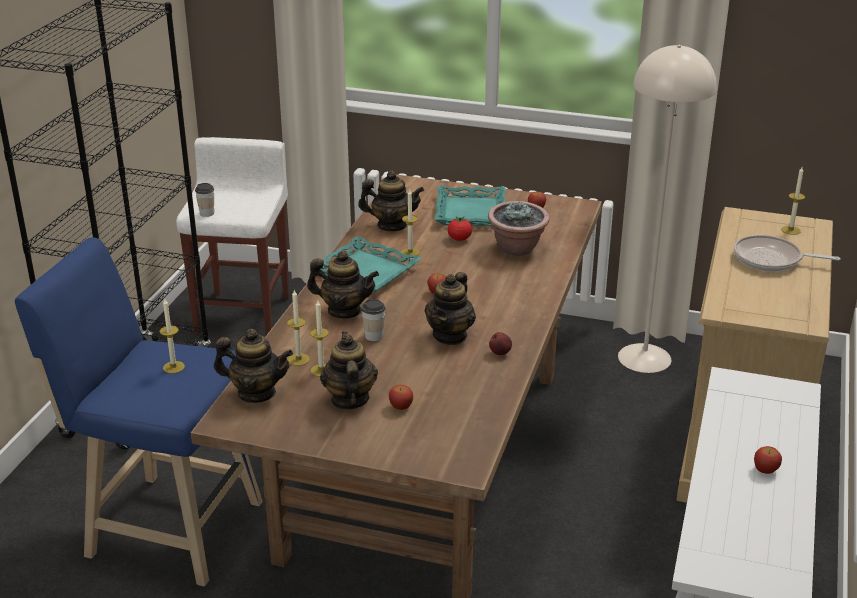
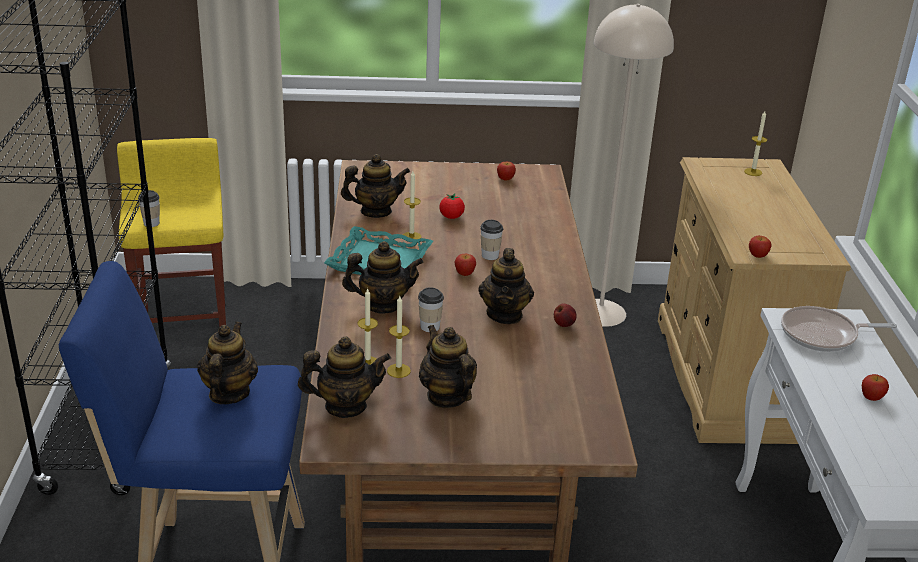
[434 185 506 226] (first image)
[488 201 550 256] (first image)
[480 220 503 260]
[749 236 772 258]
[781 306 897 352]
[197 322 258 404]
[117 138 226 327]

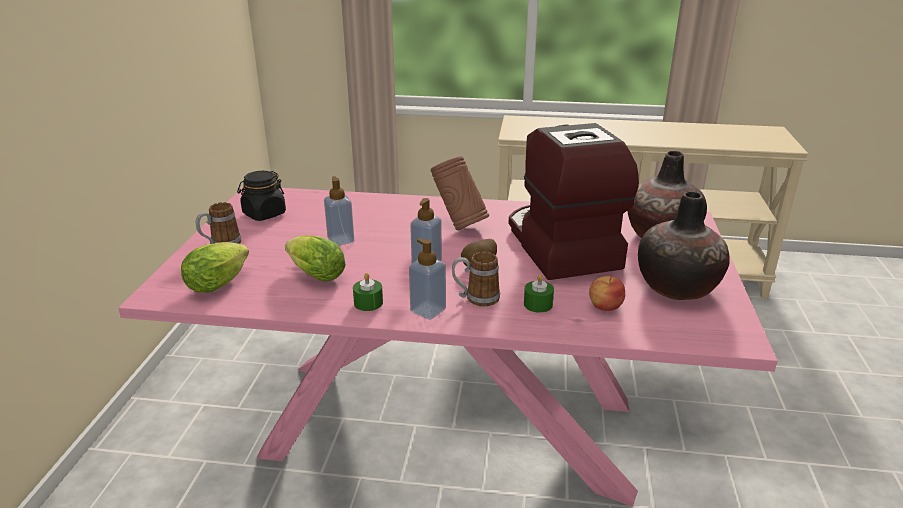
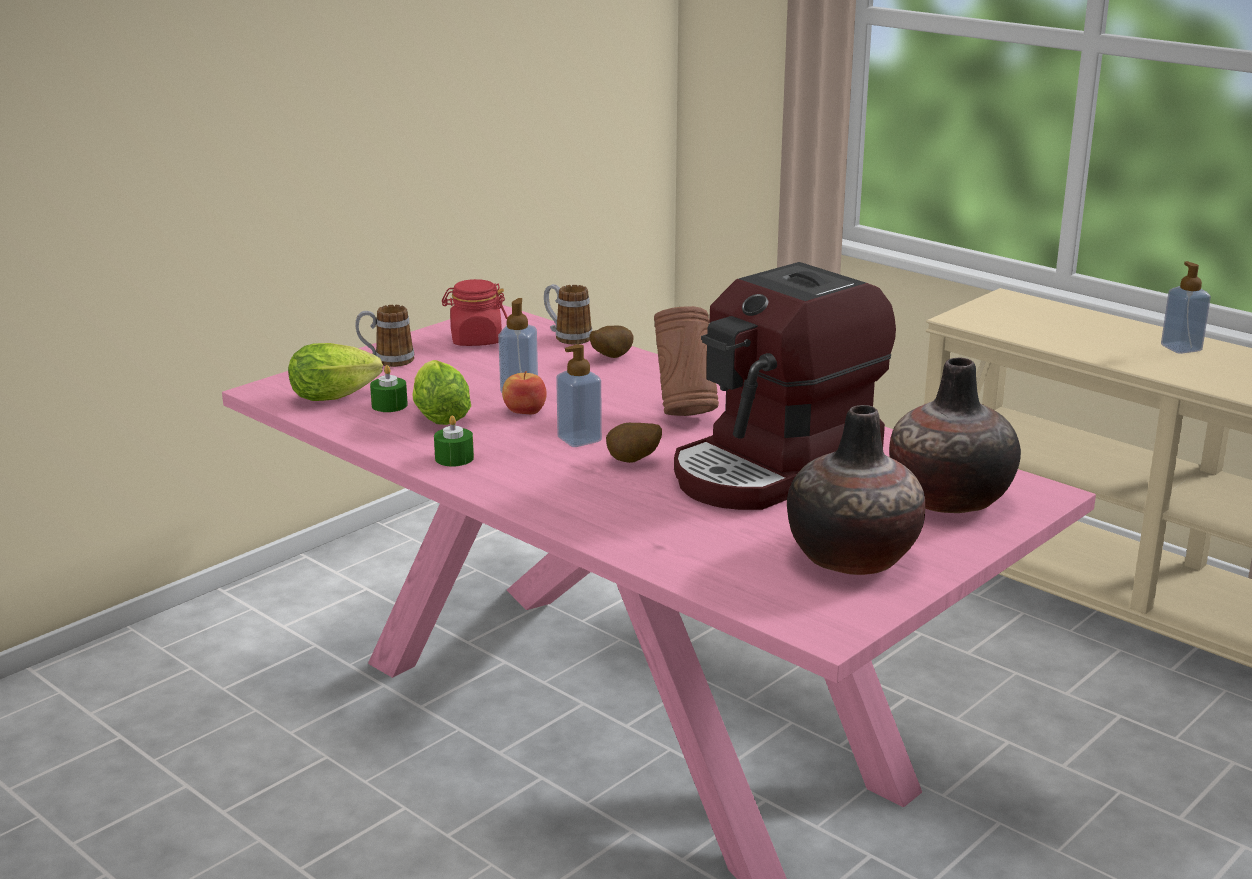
[589 326 634 358]
[1161 261 1211 354]
[544 284 592 344]
[370 365 408 412]
[502 371 547 414]
[442 279 507 346]
[674 262 896 510]

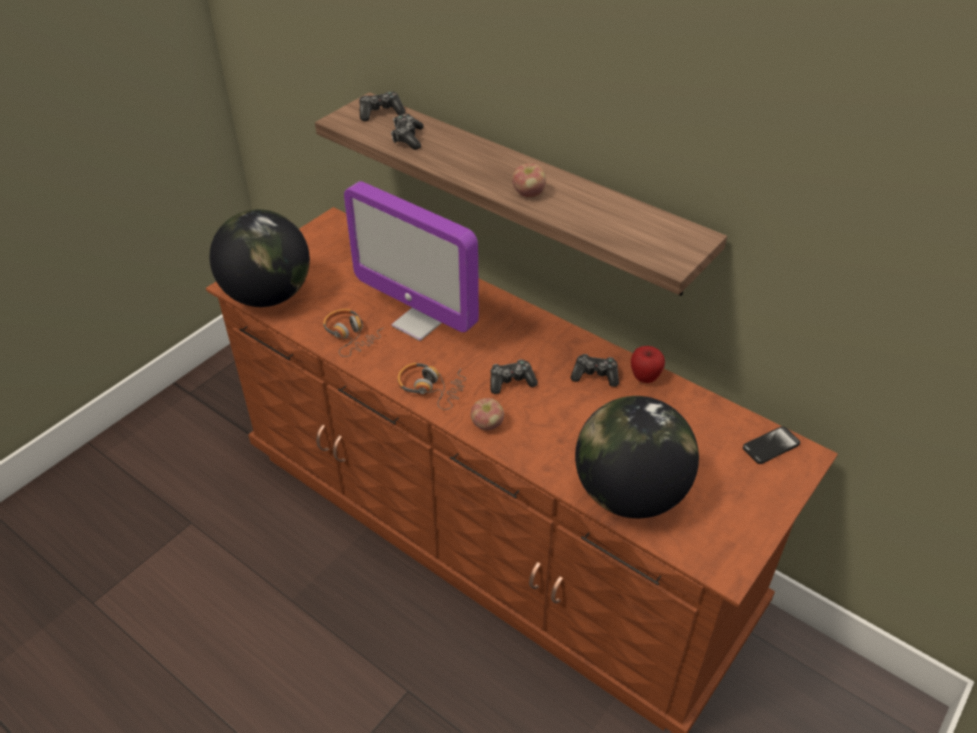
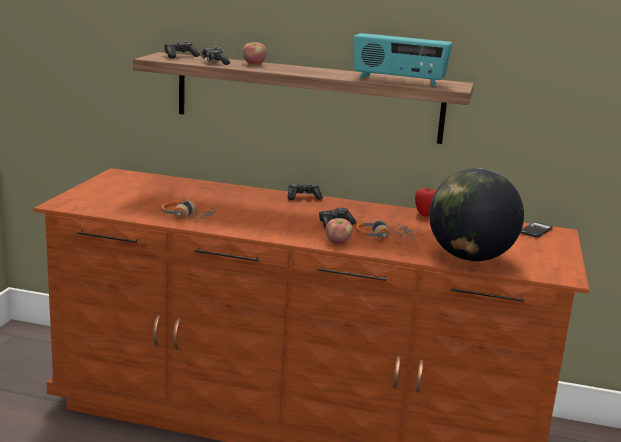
[210 209 310 307] (first image)
[344 181 479 341] (first image)
[353 33 452 86]
[356 220 415 240]
[242 42 267 65]
[288 183 323 200]

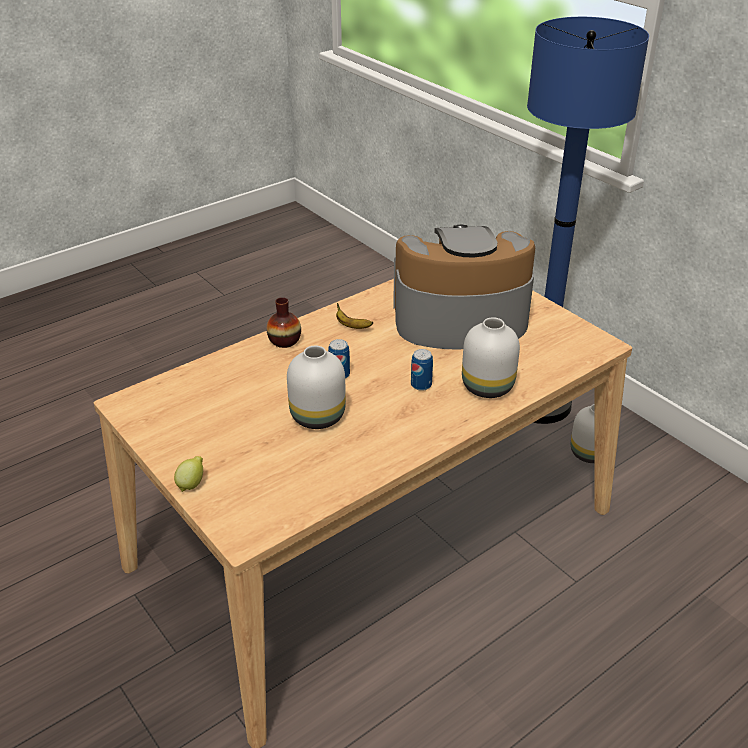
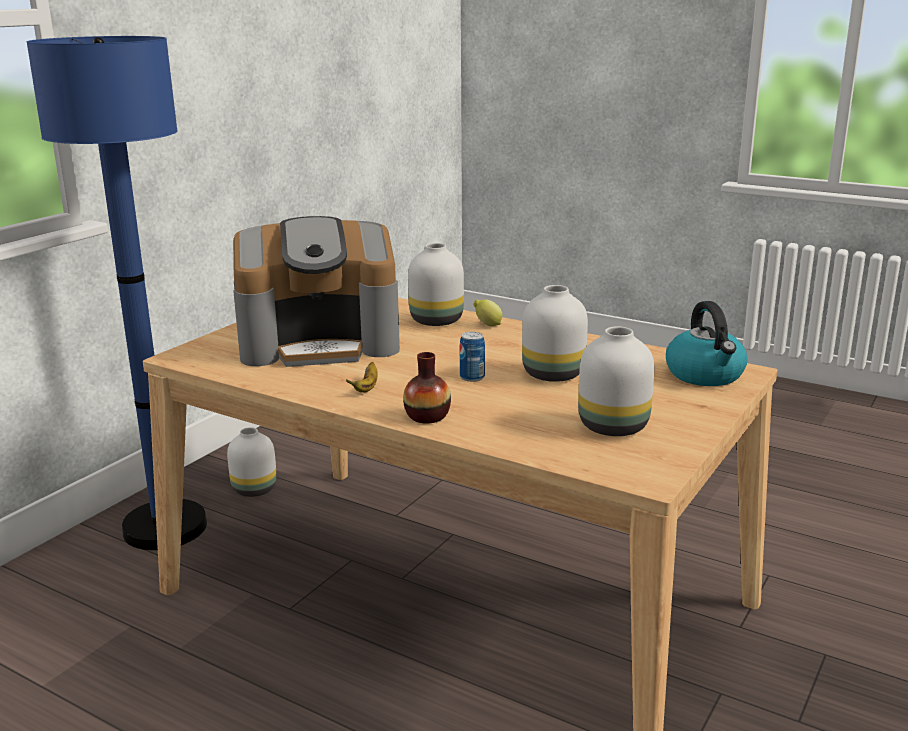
[411 349 433 391] (first image)
[578 326 654 436]
[666 301 748 386]
[473 299 502 326]
[233 216 400 367]

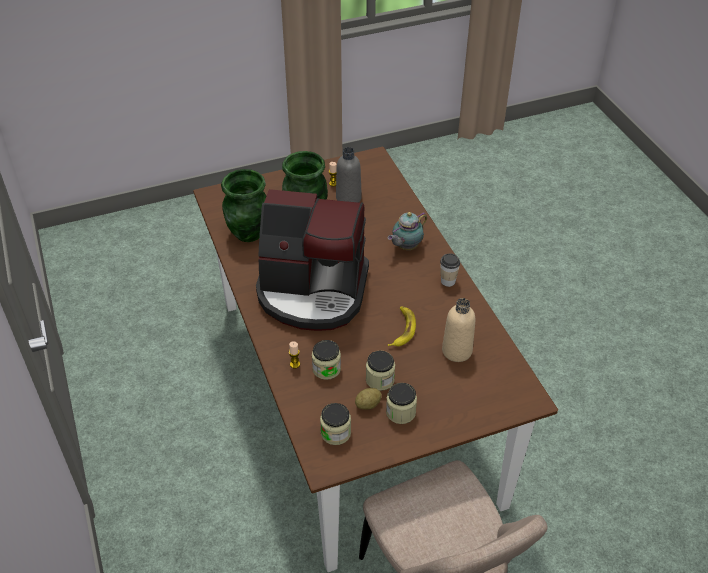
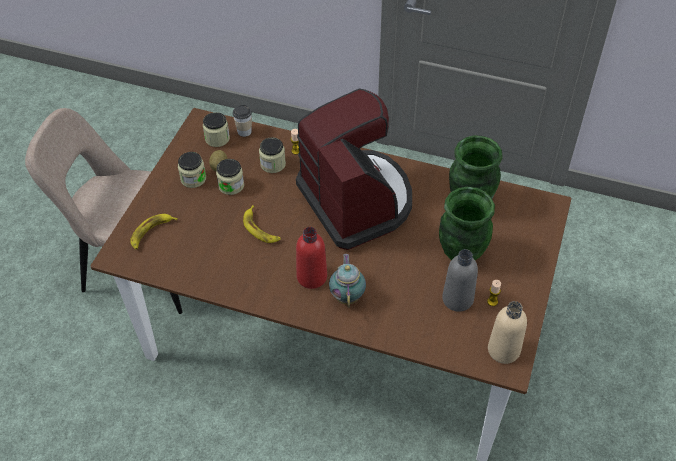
[130 214 178 250]
[296 227 327 289]
[233 105 252 137]
[488 301 527 364]
[296 88 412 250]

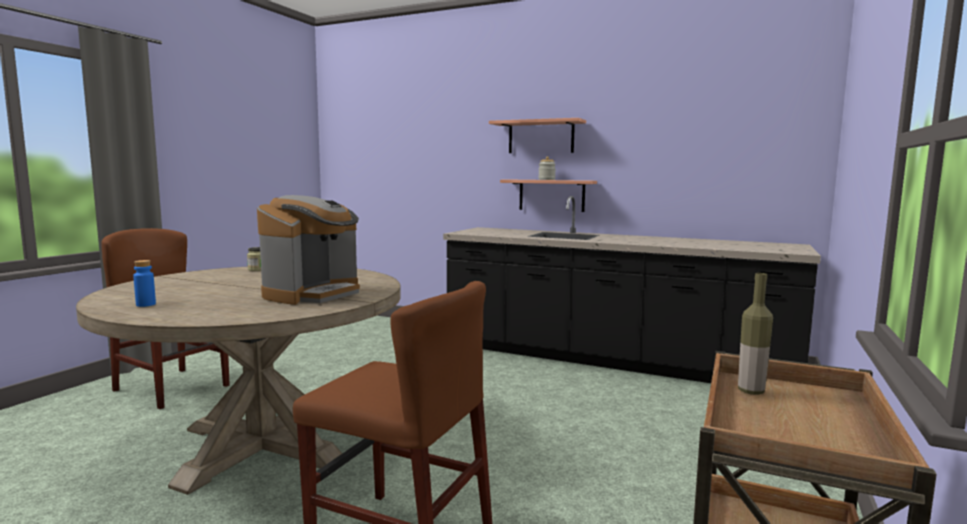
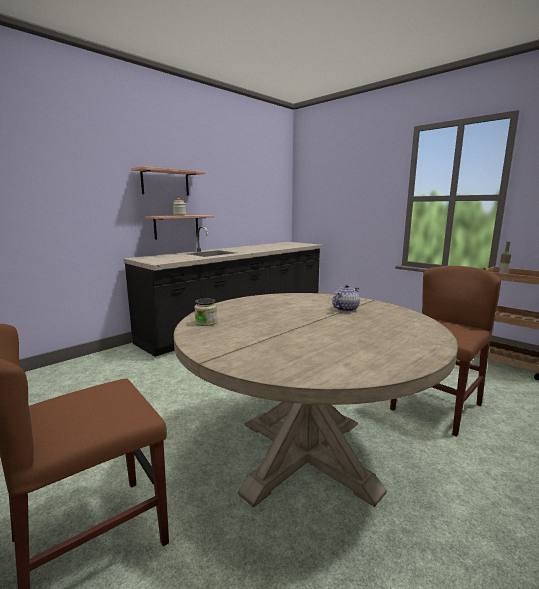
[133 260 156 307] (first image)
[332 284 360 312]

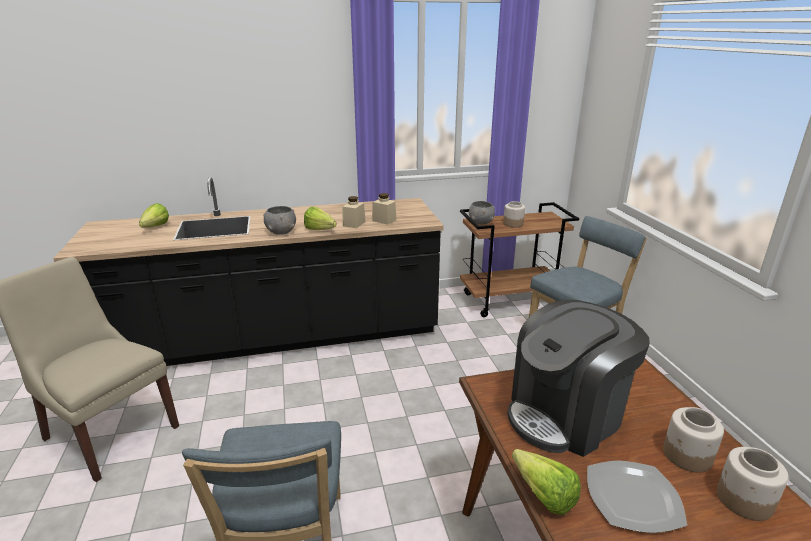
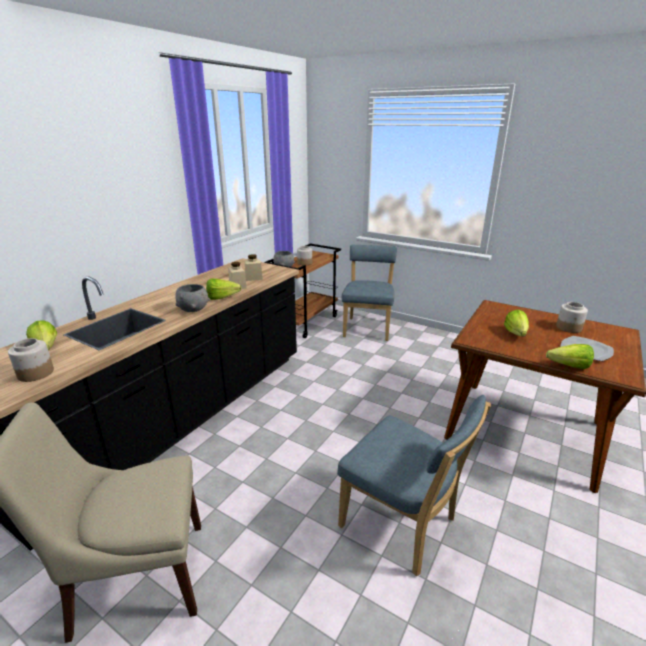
[8 338 54 382]
[504 309 529 337]

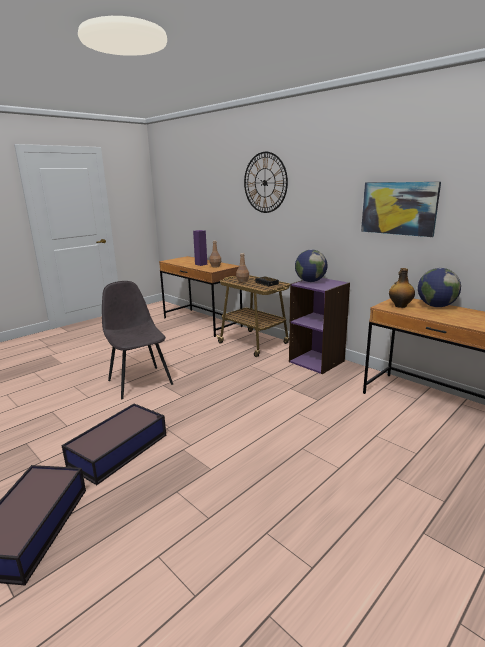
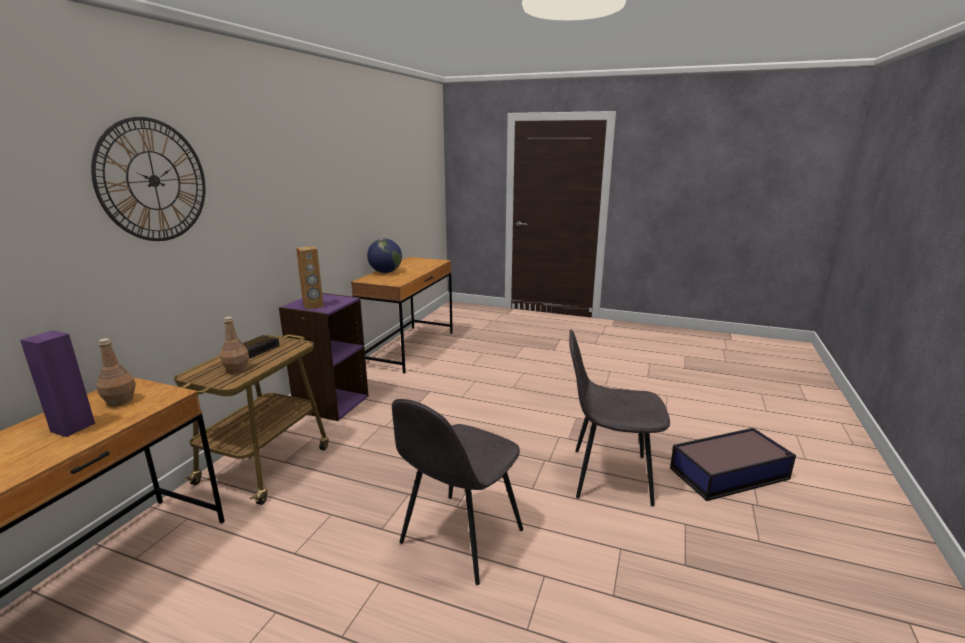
[361 182 441 237] (first image)
[389 268 415 308] (first image)
[569 329 670 506]
[296 246 324 310]

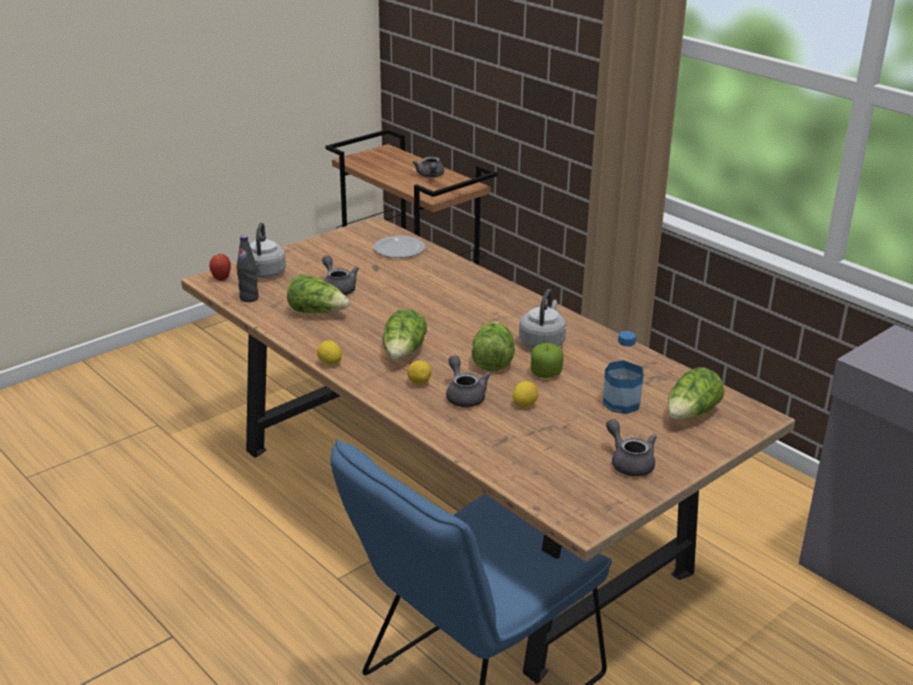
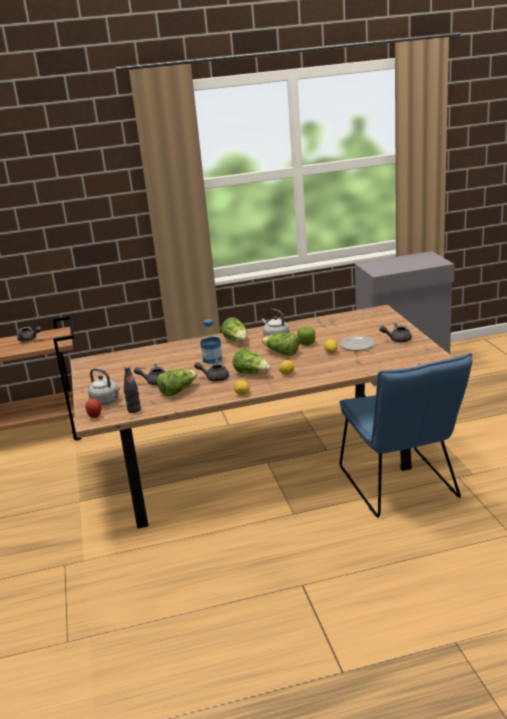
[340 336 375 351]
[194 359 229 381]
[200 319 222 364]
[221 317 247 341]

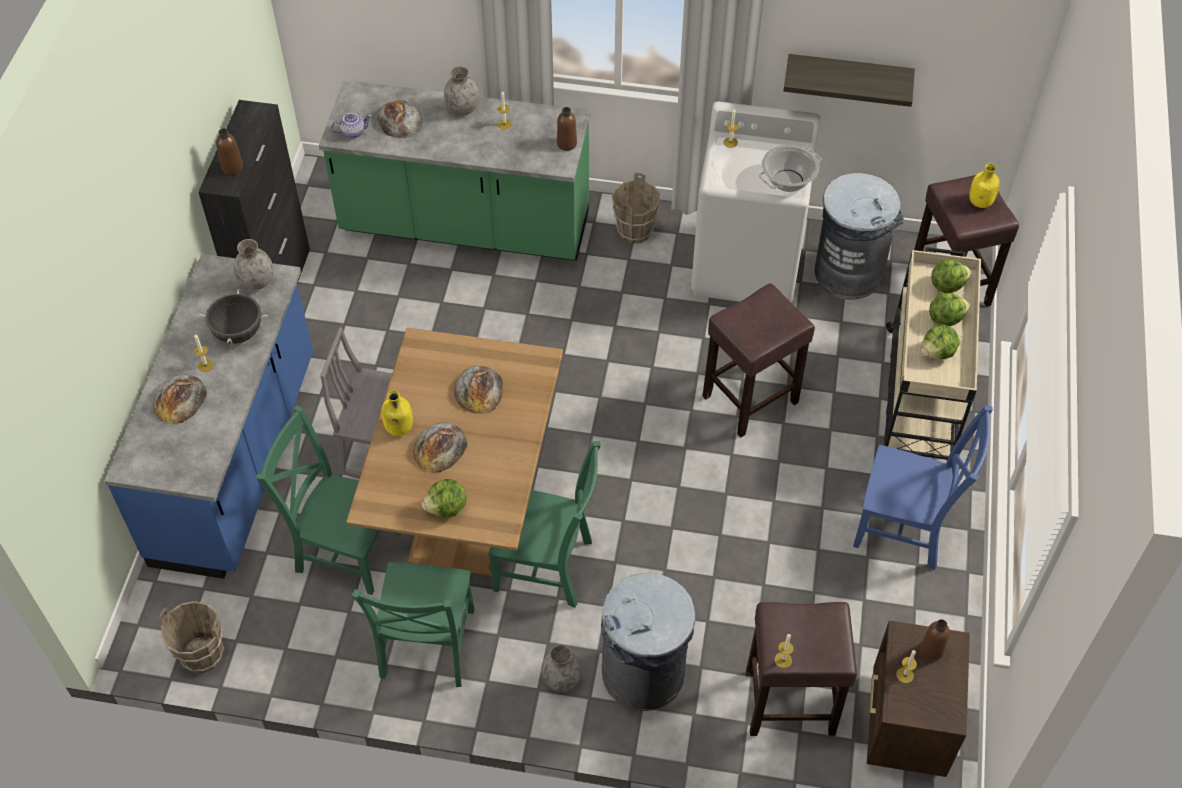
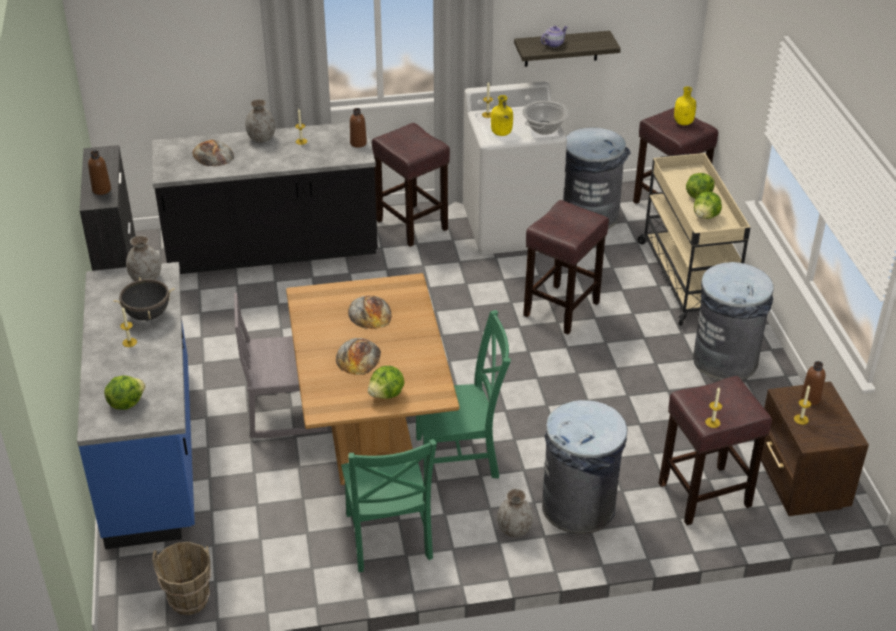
[153 374 207 424] (first image)
[256 405 402 595] (first image)
[541 26 568 48]
[491 95 513 136]
[104 376 146 410]
[372 123 450 247]
[693 262 774 381]
[152 122 378 274]

